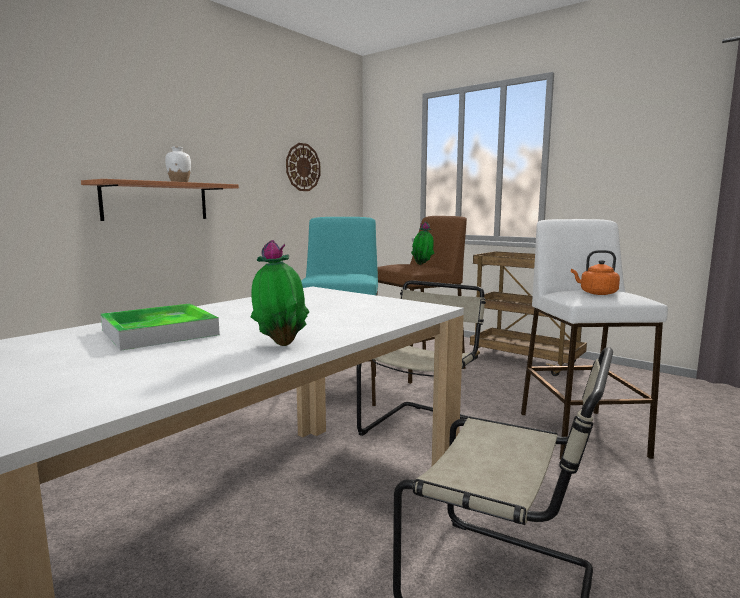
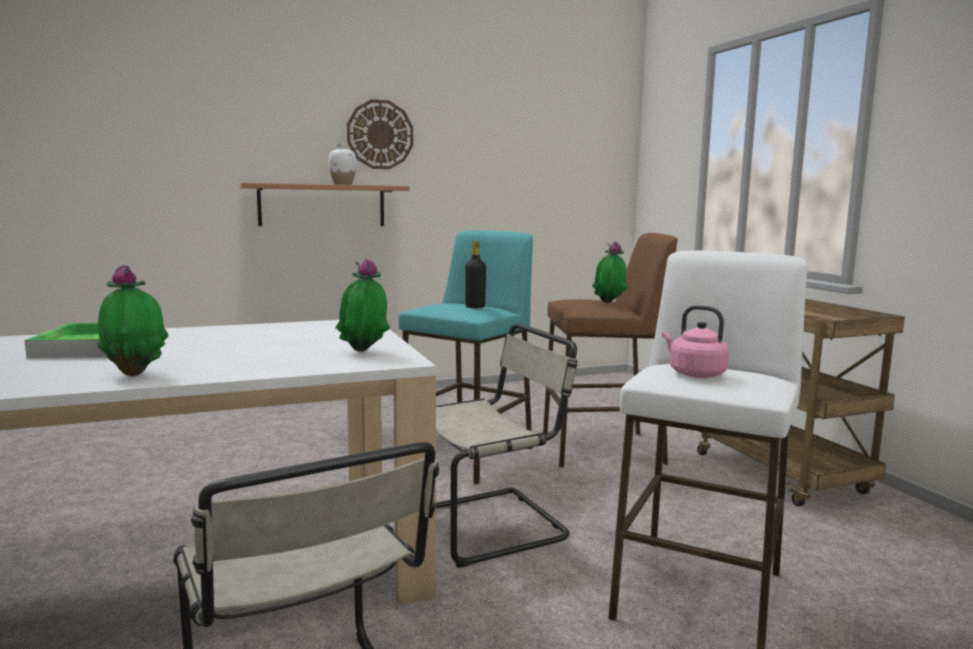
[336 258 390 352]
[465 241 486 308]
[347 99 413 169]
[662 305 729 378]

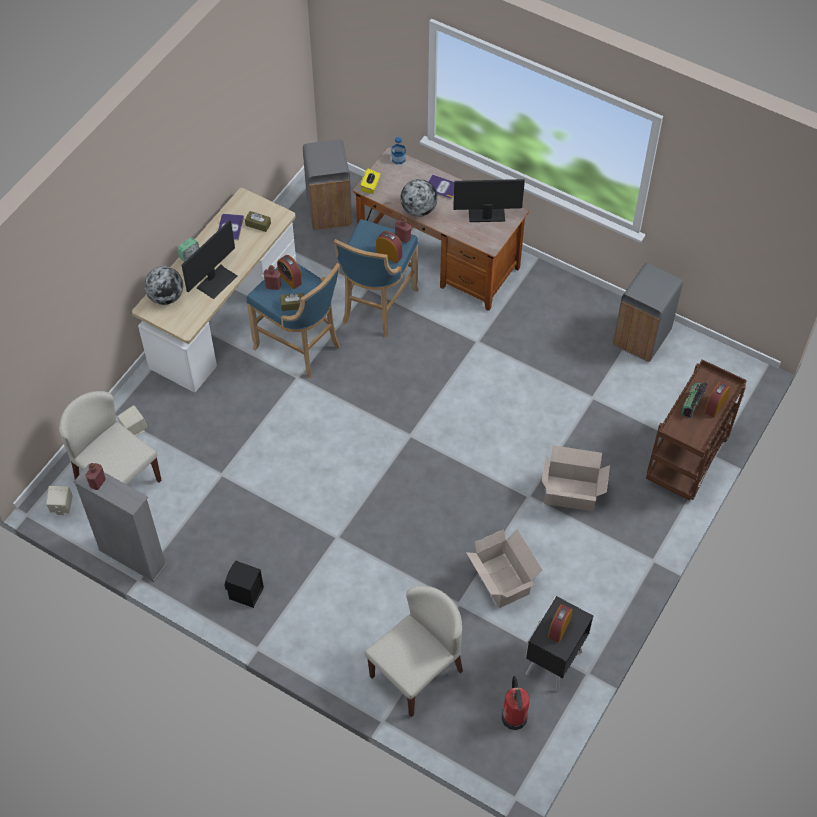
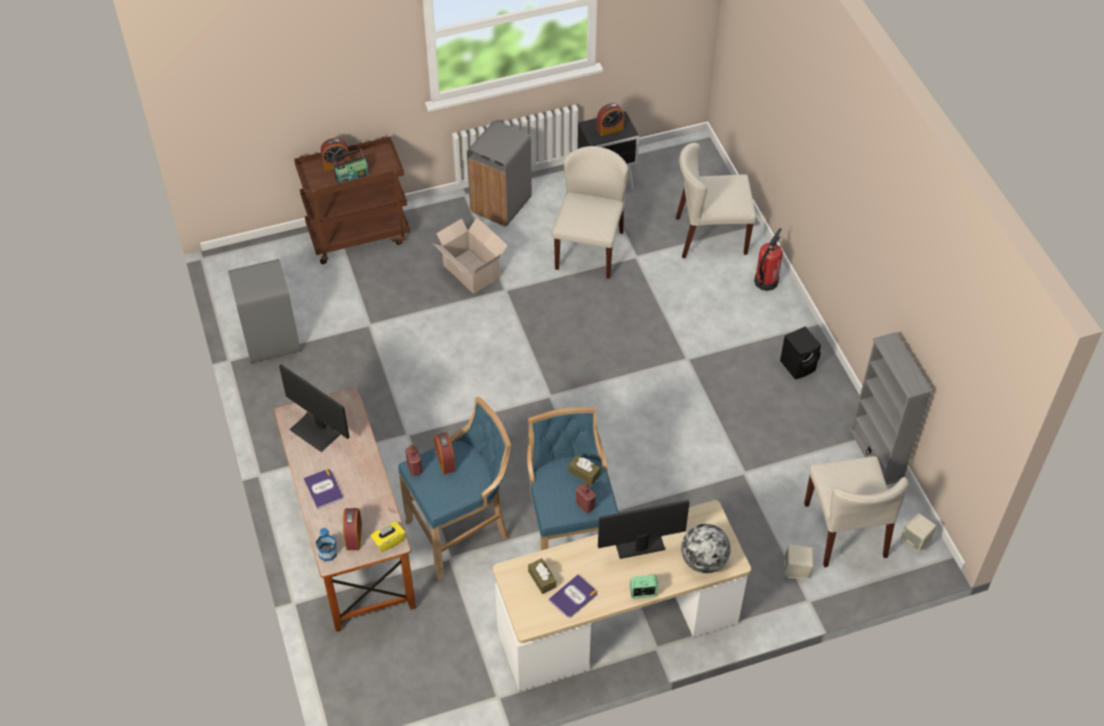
[85 463 106 490] (first image)
[400 179 437 217] (first image)
[343 508 362 550]
[467 121 532 226]
[754 228 783 291]
[552 146 628 279]

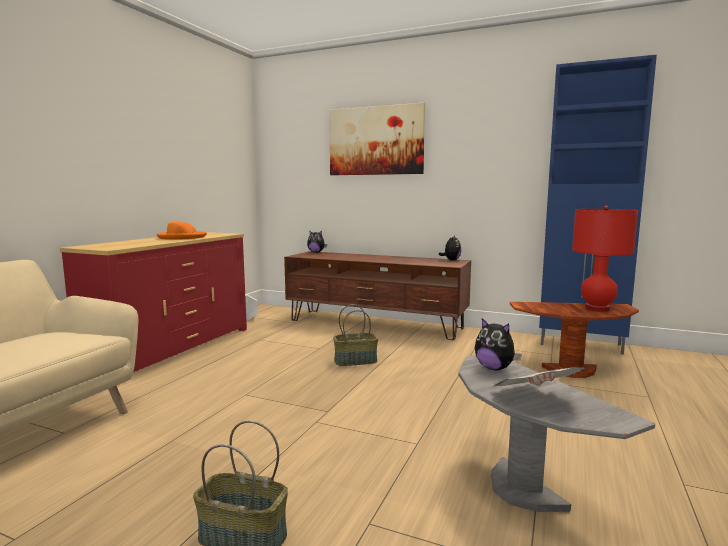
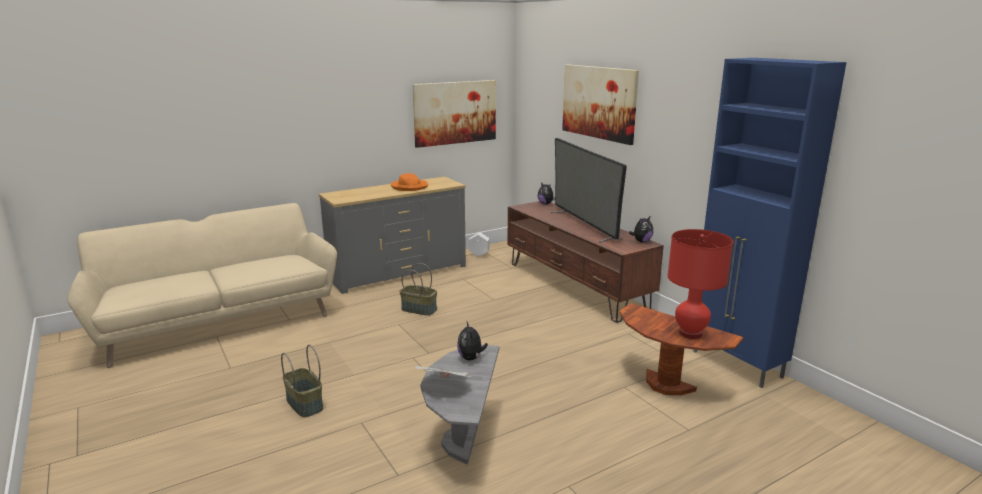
[412 80 496 148]
[551 138 627 243]
[400 263 437 316]
[319 176 466 294]

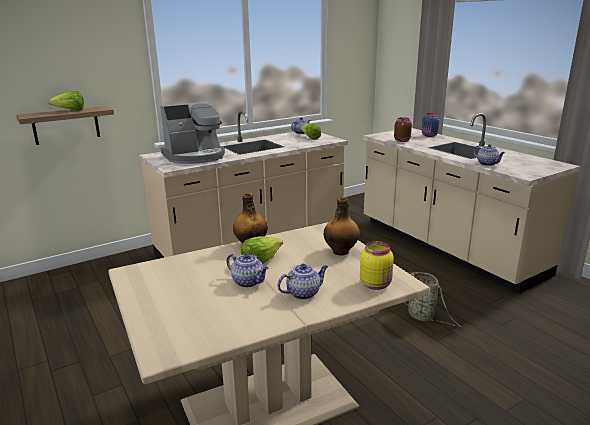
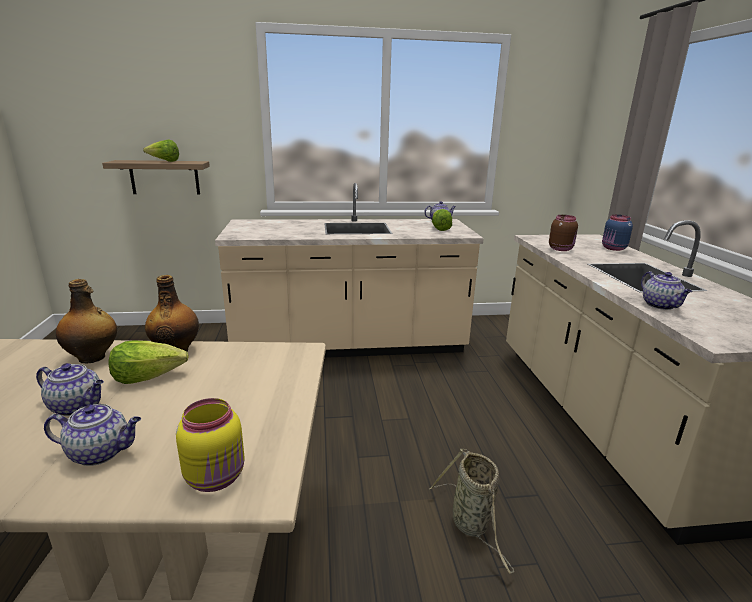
[160 101 225 164] (first image)
[56 279 117 363]
[36 363 104 416]

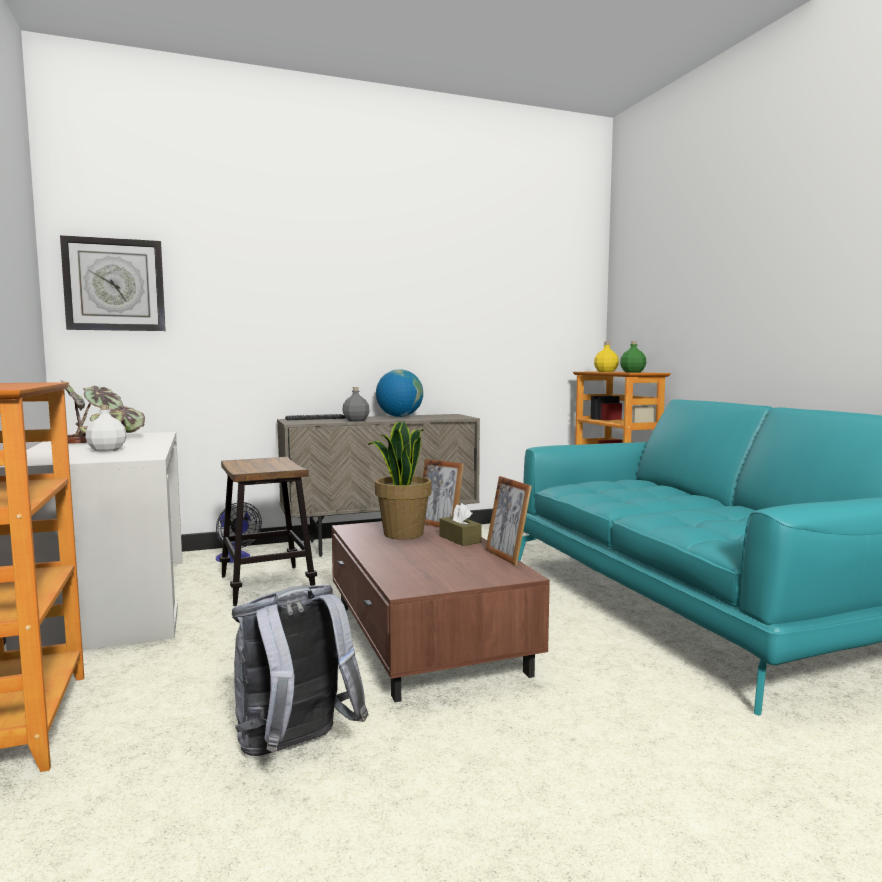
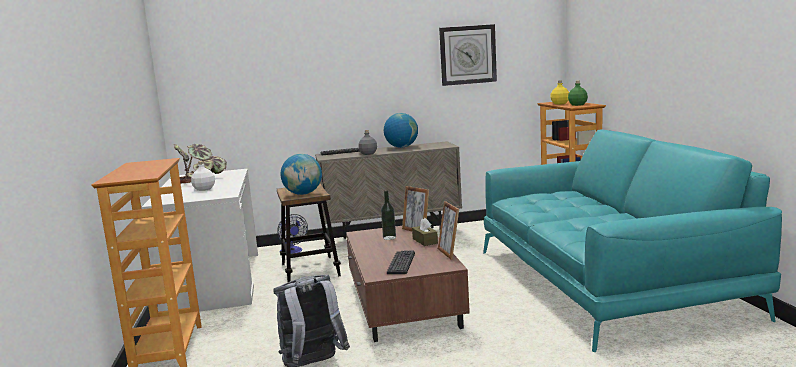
[280 154 322 195]
[387 250 415 274]
[439 24 497 86]
[381 190 396 240]

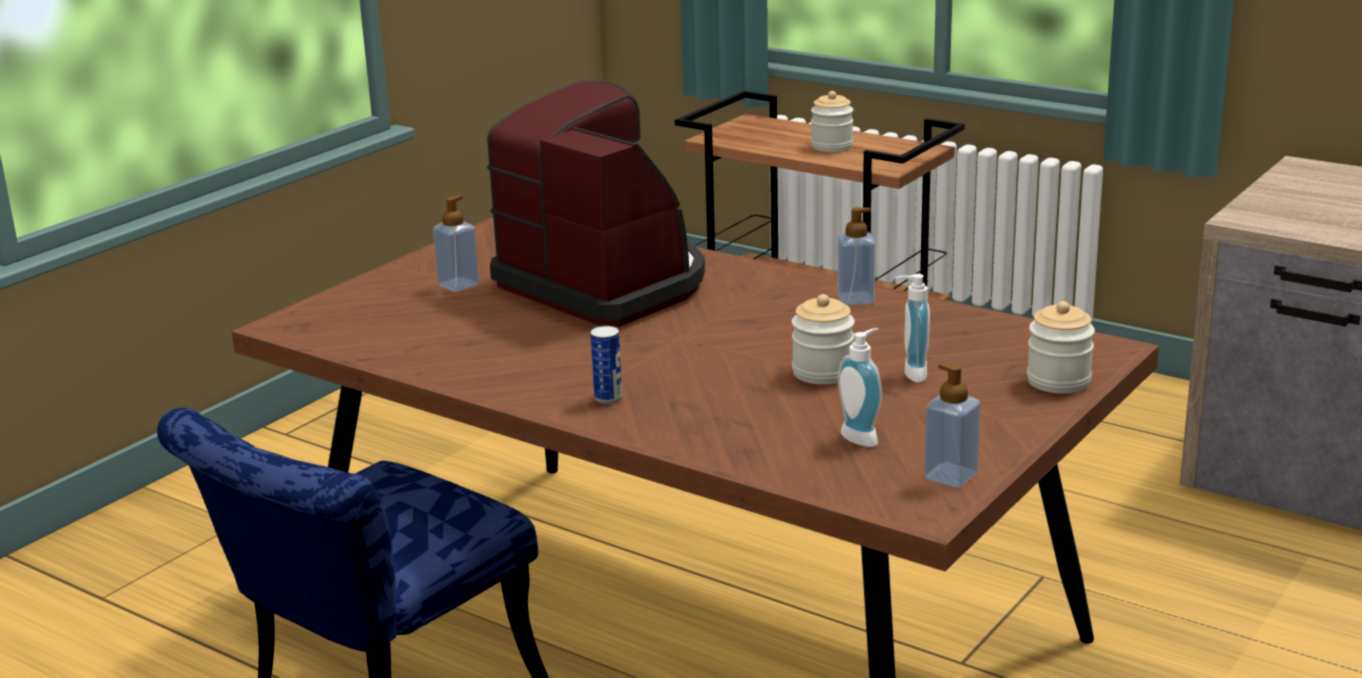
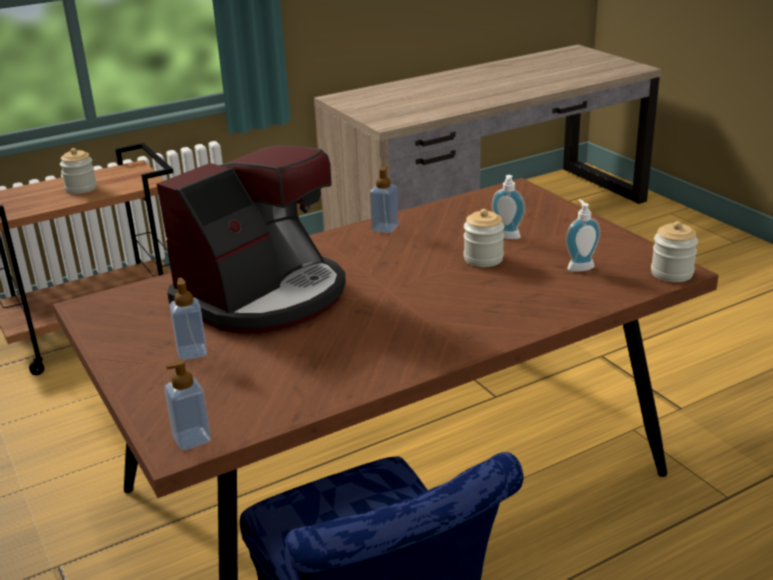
[590 326 622 404] (first image)
[164 360 211 450]
[651 221 698 282]
[157 145 346 333]

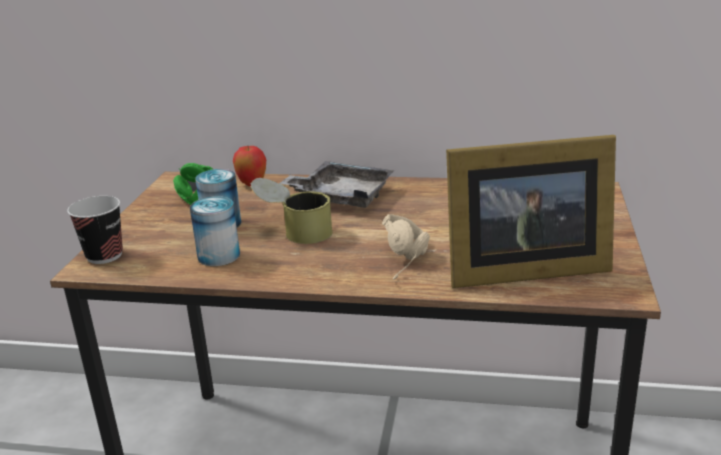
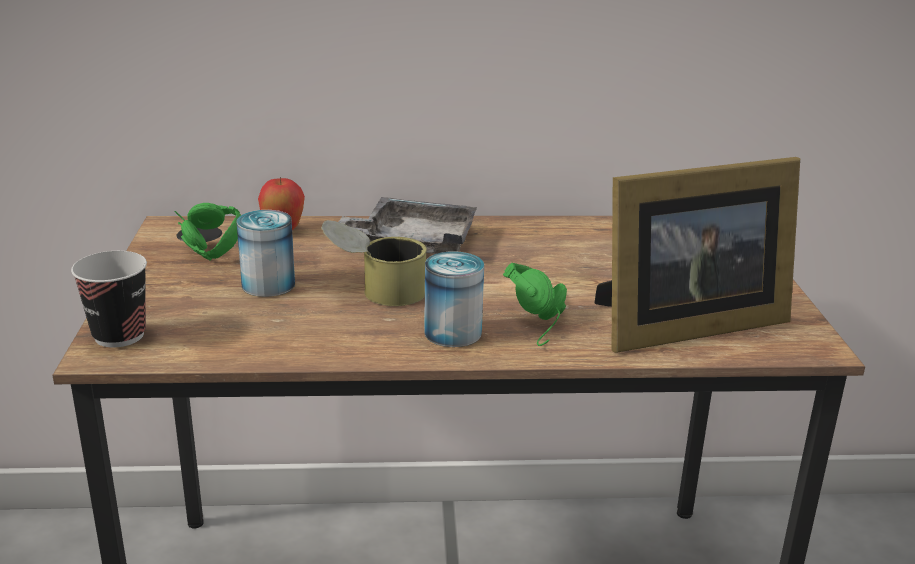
[424 251 484 347]
[503 263 567 346]

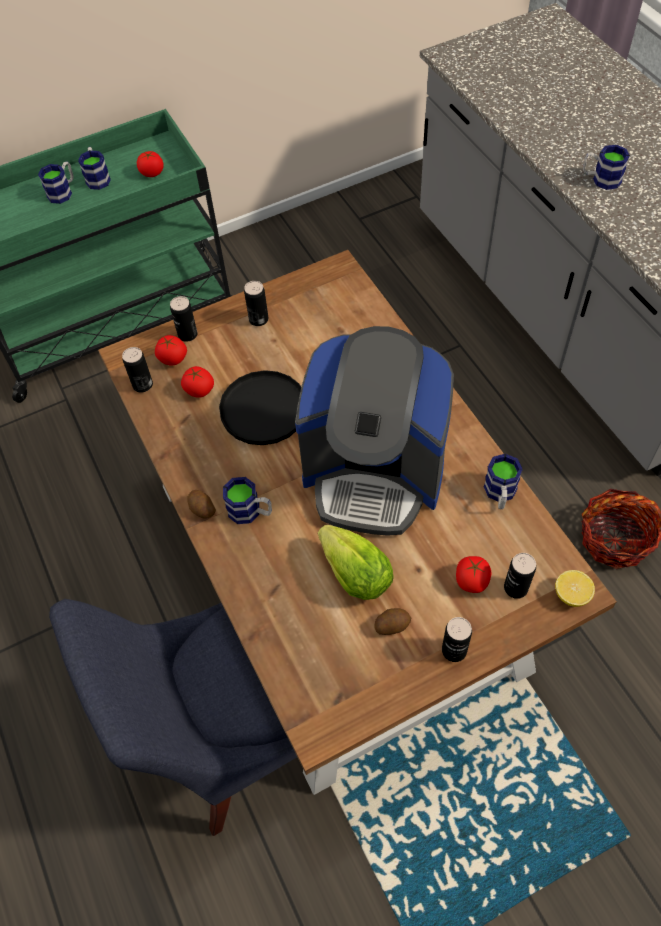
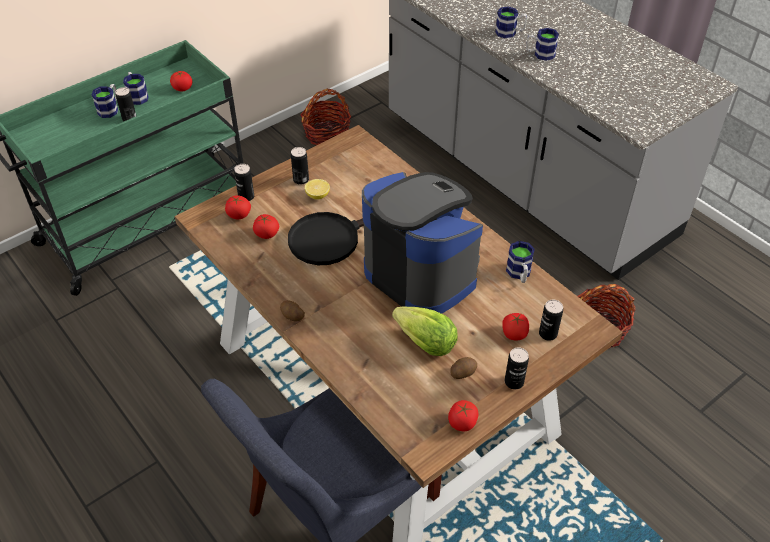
[300 89 351 145]
[448 400 479 432]
[115 87 136 121]
[495 7 527 38]
[305 179 330 200]
[362 172 483 314]

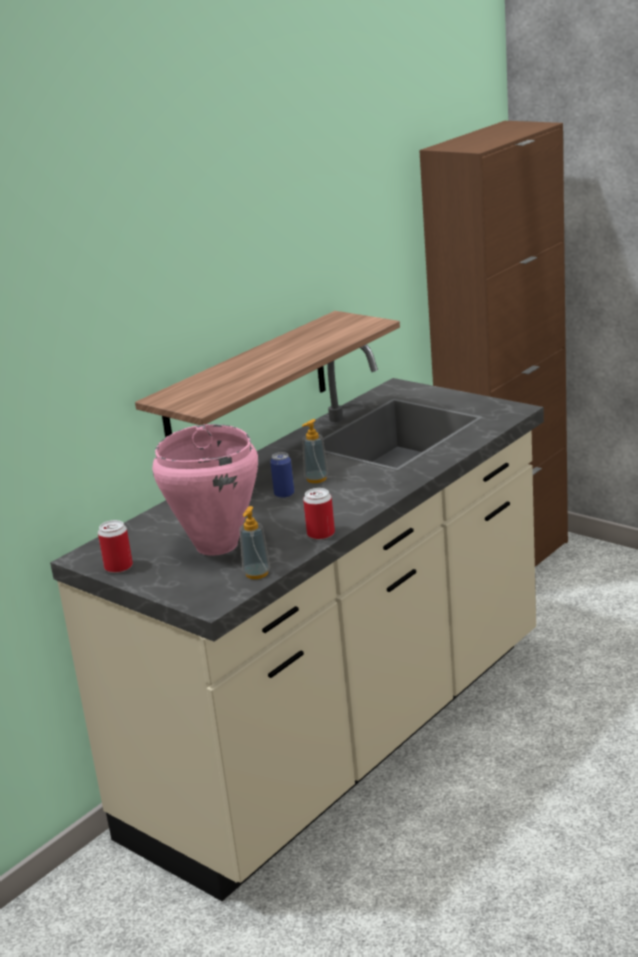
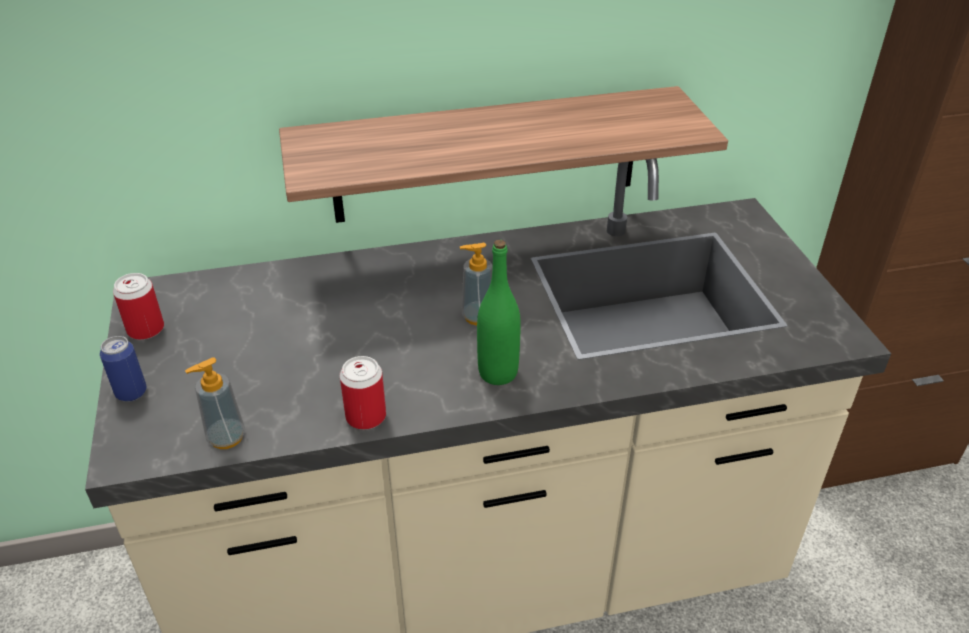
[152 424 259 556] (first image)
[477 240 521 385]
[100 336 147 402]

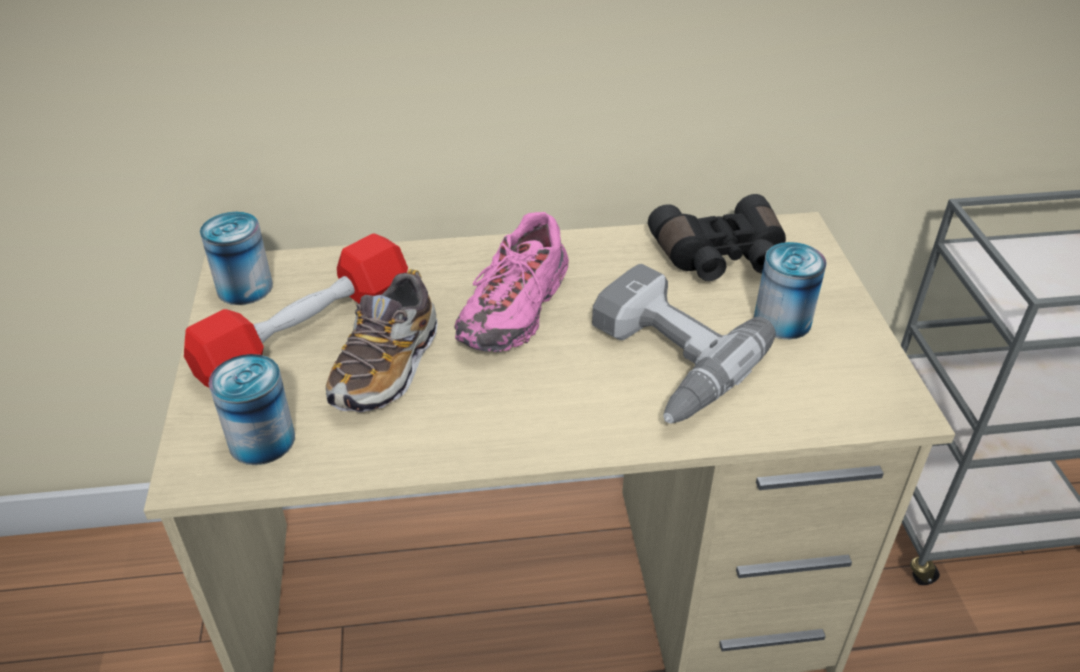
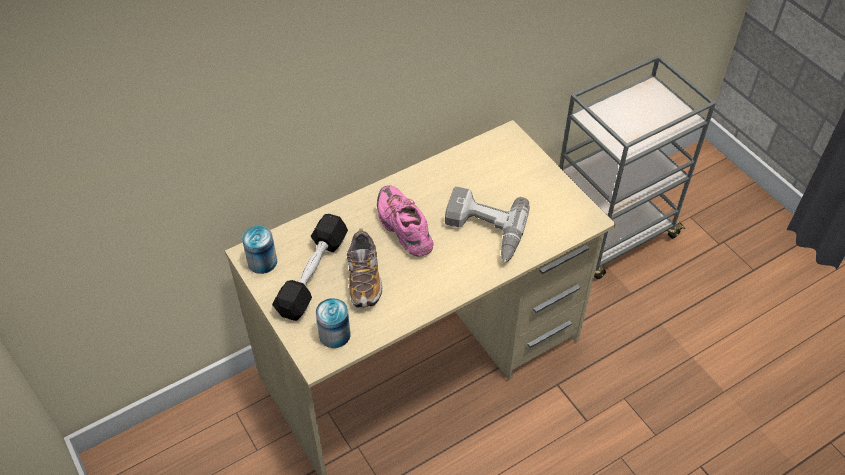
[648 194 786 281] (first image)
[754 242 827 339] (first image)
[272 214 348 321]
[377 185 433 257]

